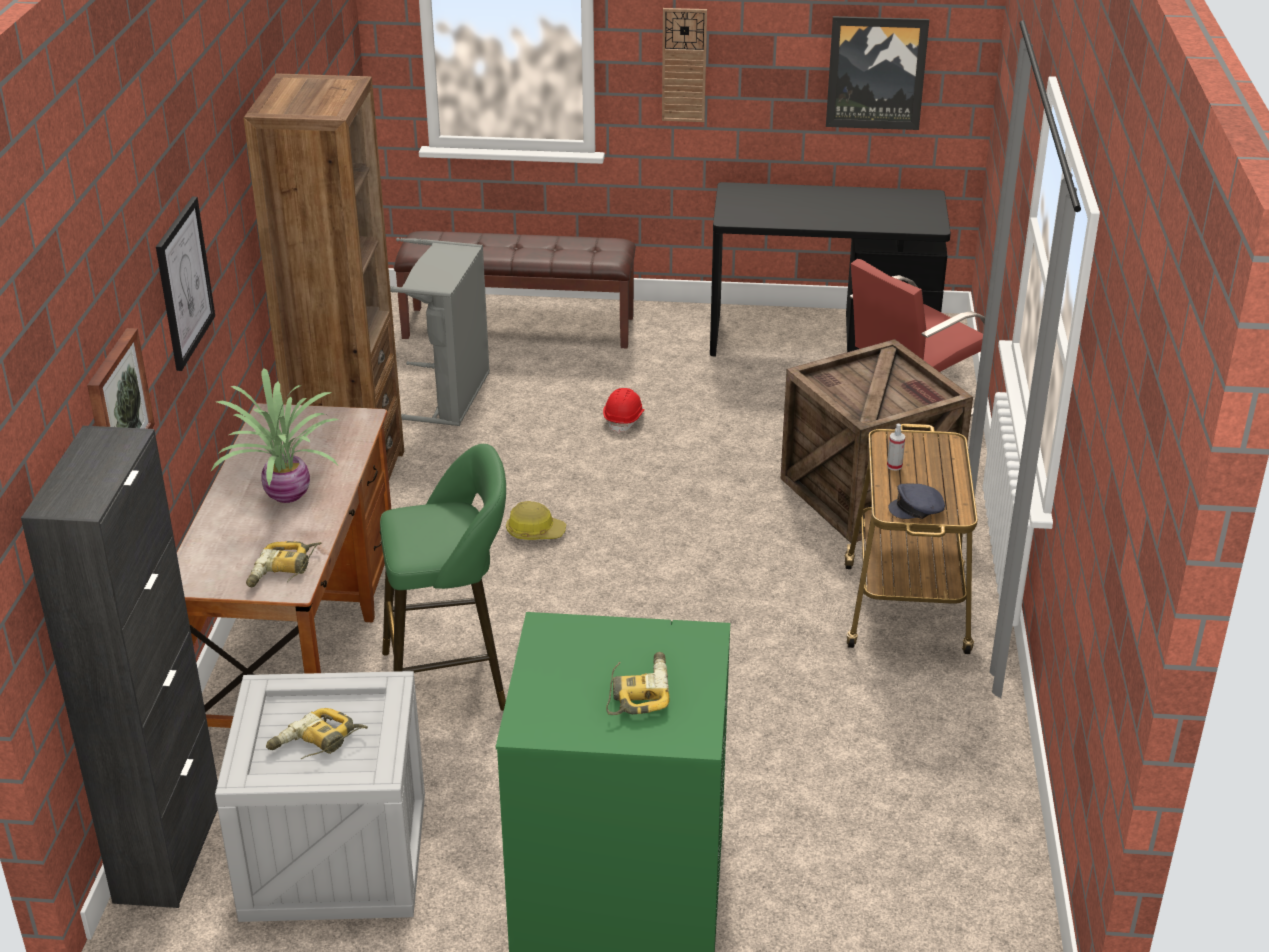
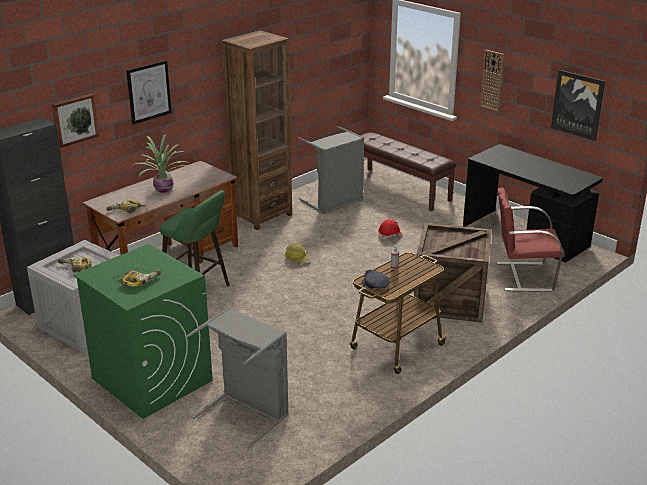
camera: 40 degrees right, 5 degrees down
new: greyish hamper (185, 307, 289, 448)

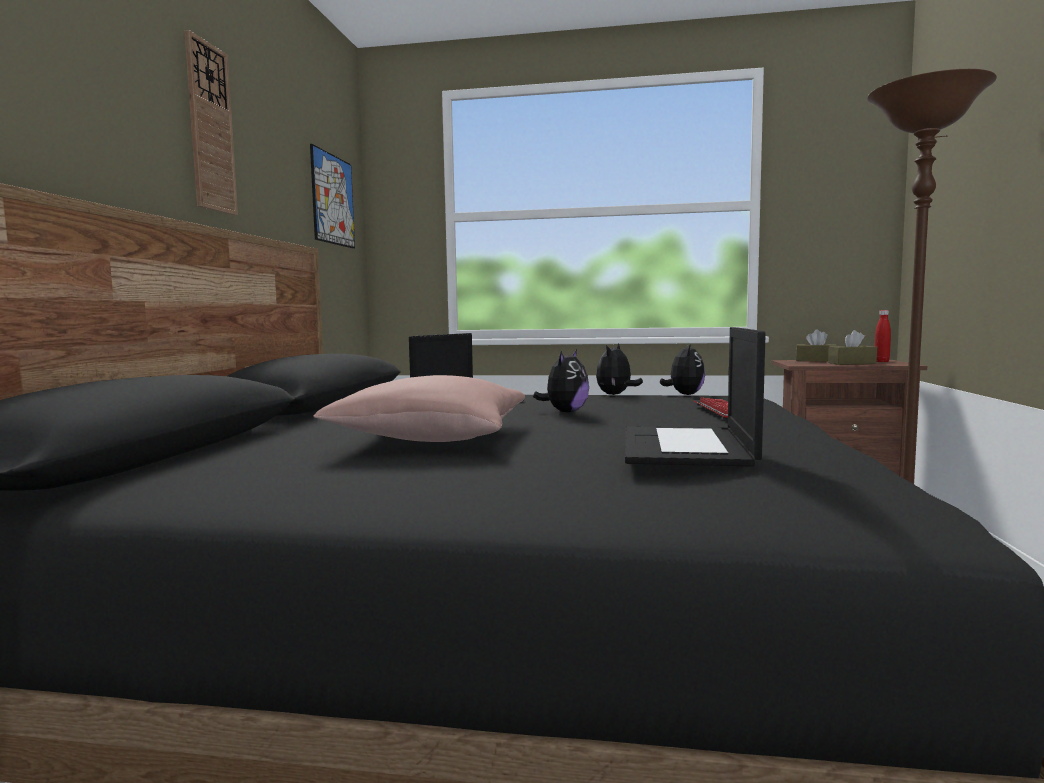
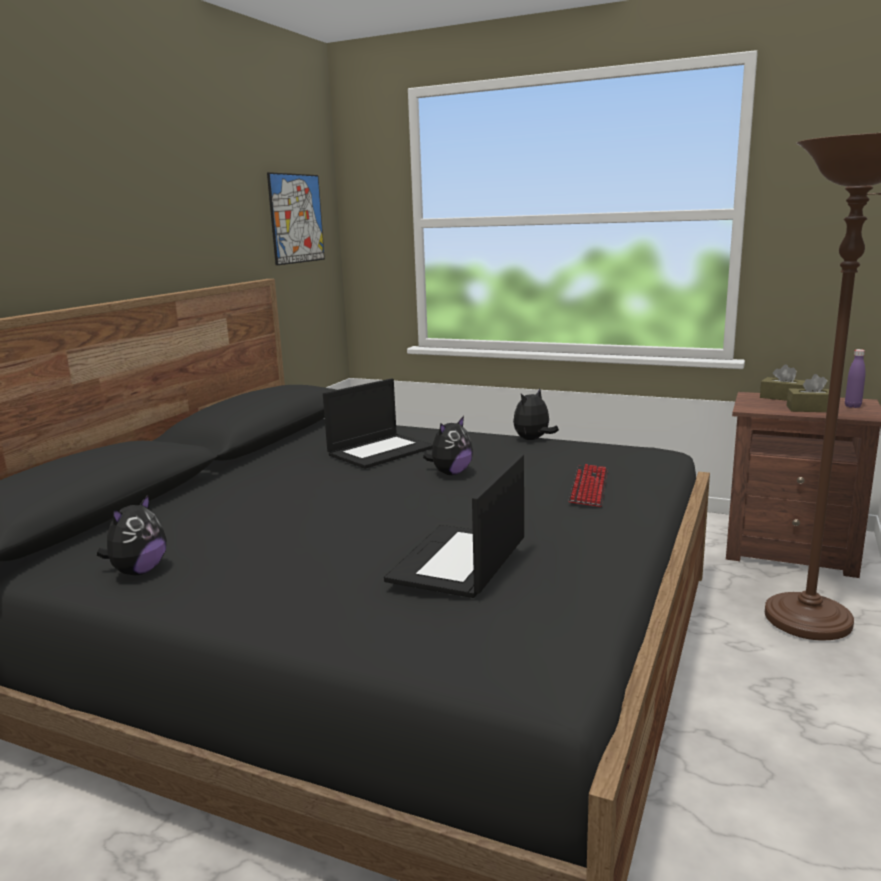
camera: 15 degrees right, 10 degrees up
gone: hanging clock (184, 30, 238, 215); pink-coloured pillow (313, 375, 525, 442)
shifted: cuddly toy (660, 344, 705, 395) to (97, 494, 166, 575)
repainted: reddish drink bottle (875, 310, 891, 362) to purple-coloured drink bottle (845, 349, 865, 408)

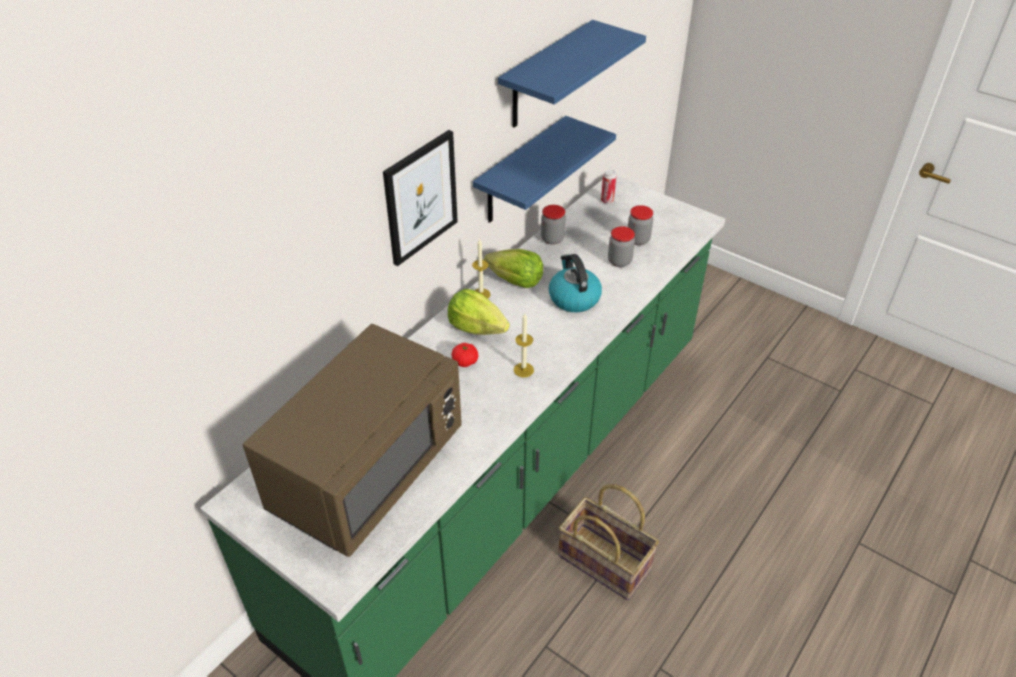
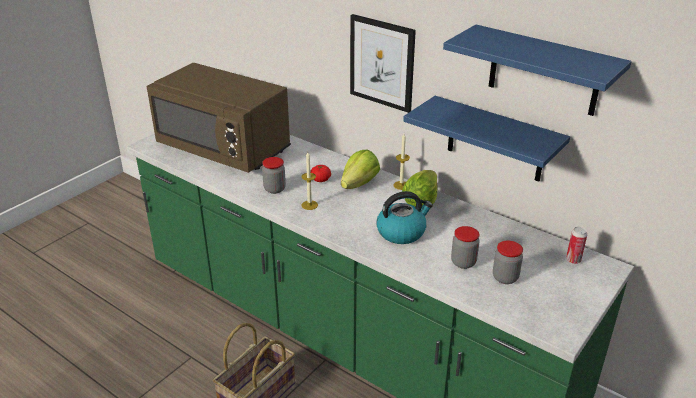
camera: 90 degrees right, 10 degrees down
shifted: preserve jar (541, 205, 566, 244) to (262, 157, 286, 194)

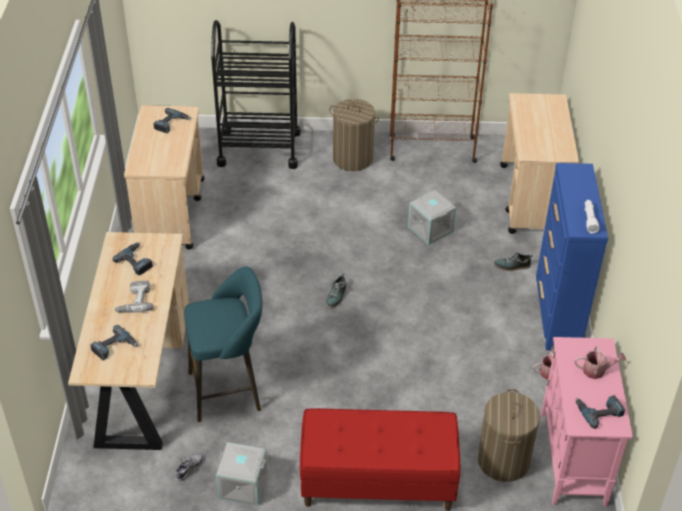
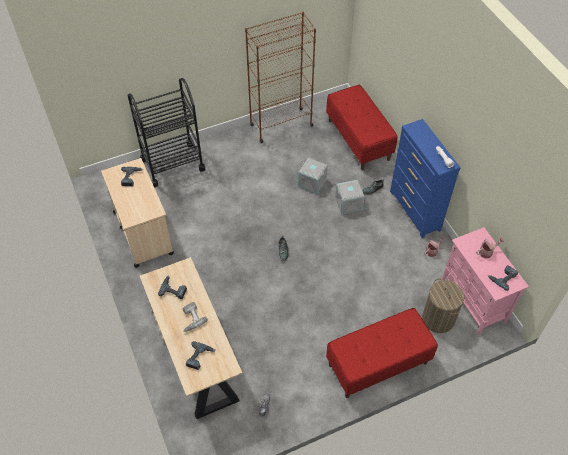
camera: 25 degrees left, 10 degrees up
gone: hamper (330, 99, 379, 171); turquoise-coloured stool seat (184, 267, 262, 422)
shifted: greyish storage box (216, 442, 268, 506) to (335, 180, 365, 215)
swapped: beige-coloured cart (500, 93, 579, 234) to reddish bench (326, 85, 397, 170)

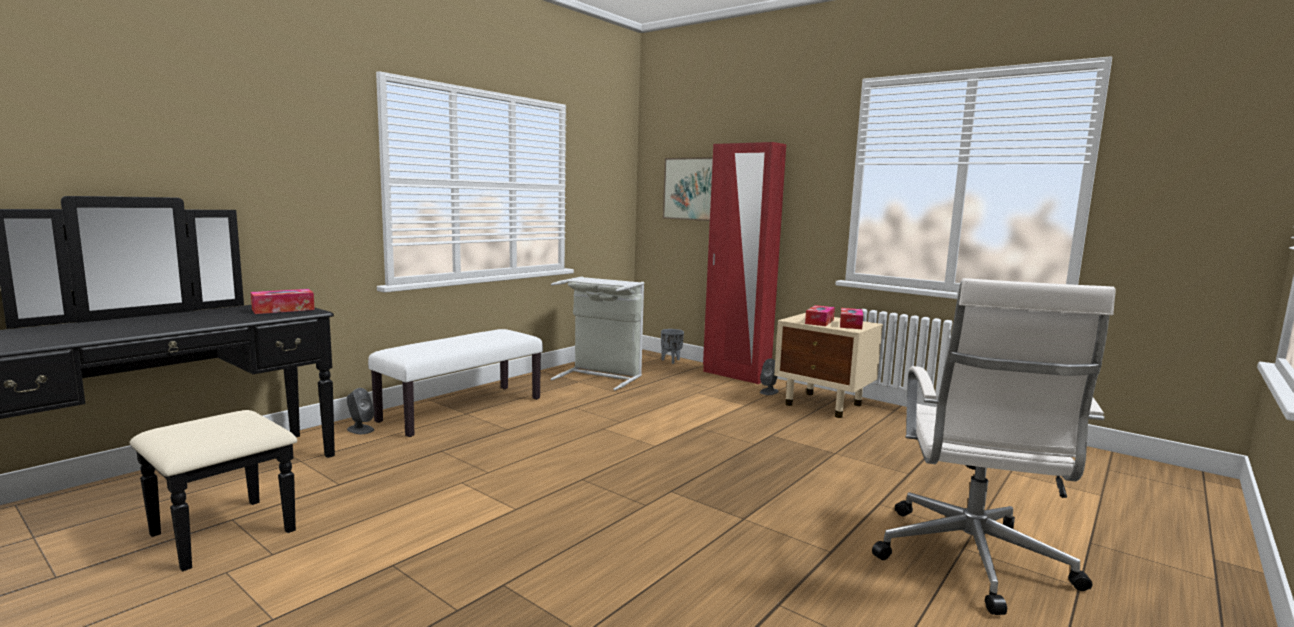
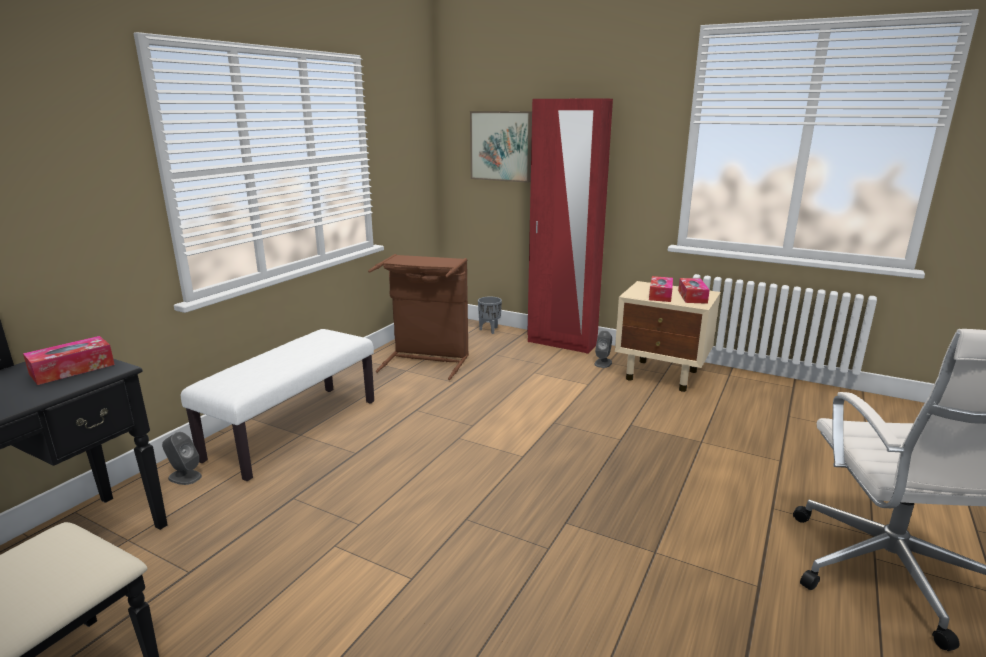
camera: 10 degrees left, 10 degrees up
repainted: greyish hamper (551, 276, 644, 391) to brown-coloured hamper (368, 254, 469, 380)

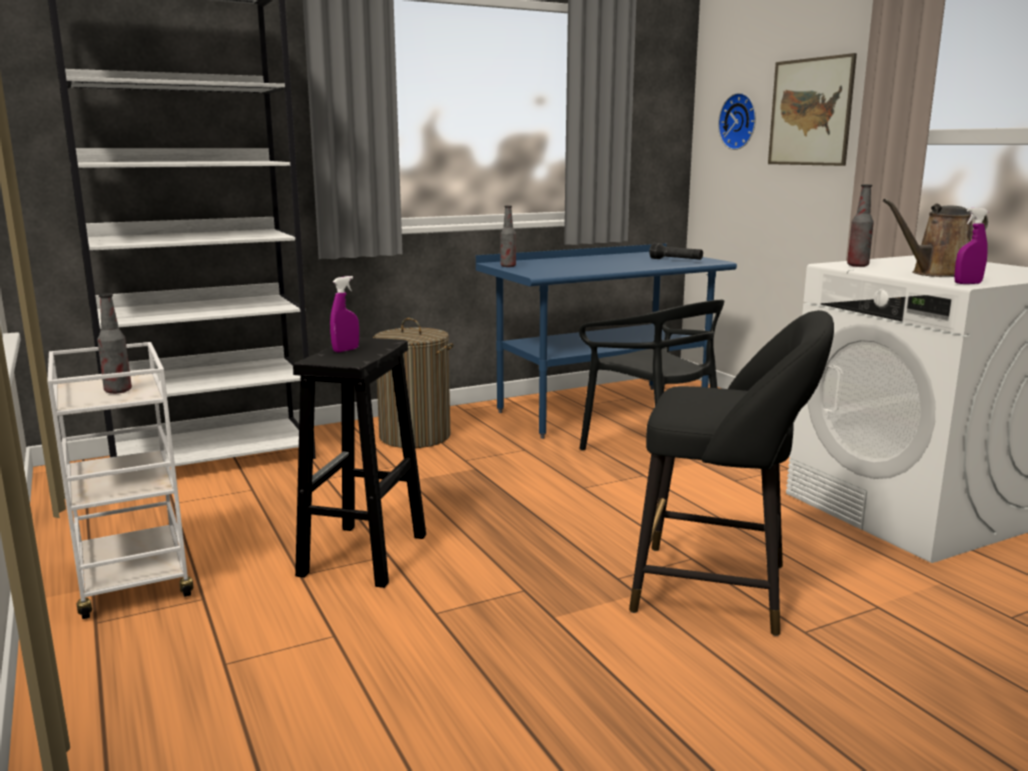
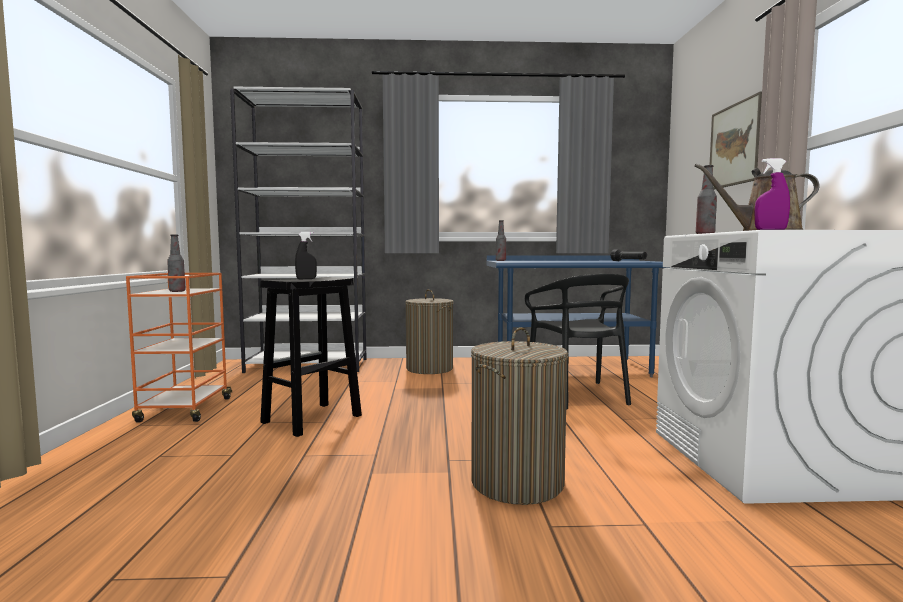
camera: 25 degrees right, 10 degrees down
gone: hanging clock (718, 93, 756, 150)
swapped: blackish stool seat (629, 310, 834, 636) to hamper (471, 327, 568, 505)
repainted: purple-coloured sprayer (330, 276, 359, 353) to blackish sprayer (295, 232, 317, 279); white cart (47, 342, 193, 619) to orange cart (126, 273, 232, 422)

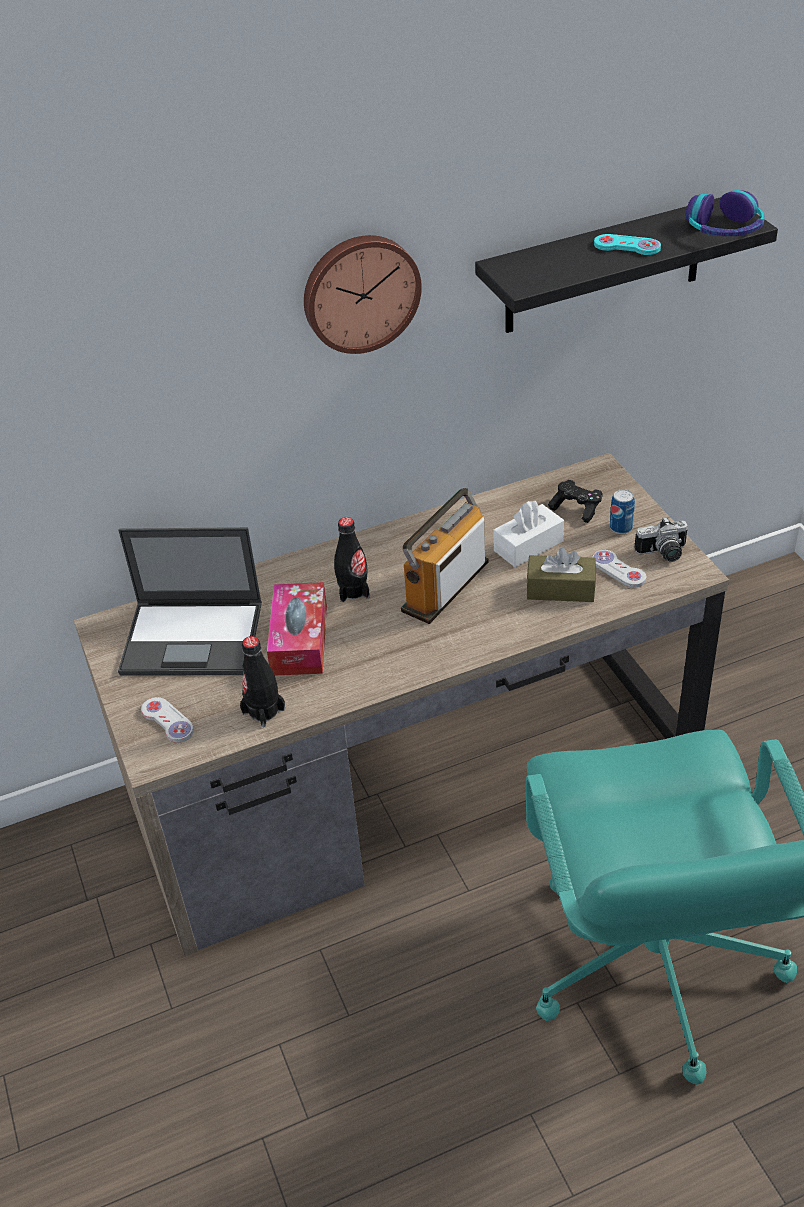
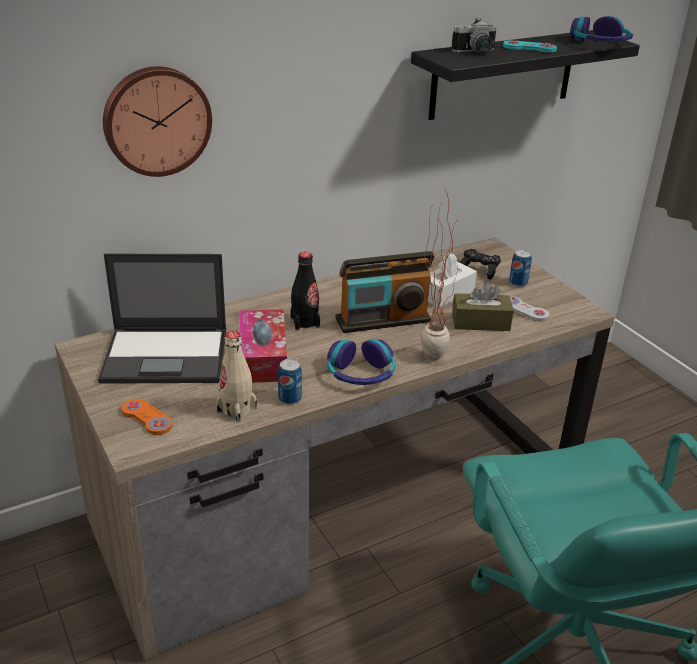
camera: 10 degrees left, 10 degrees down
new: houseplant (421, 190, 460, 361); headset (327, 339, 395, 385); can (278, 359, 302, 405)
shifted: hanging clock (304, 235, 422, 354) to (103, 66, 212, 177); photo camera (635, 517, 688, 562) to (451, 18, 497, 54)
repainted: blackish drink bottle (240, 636, 285, 727) to beige-coloured drink bottle (216, 331, 257, 422); white gamepad (141, 697, 194, 743) to orange gamepad (121, 399, 172, 435)
rotated: radio set (401, 488, 489, 624) = (335, 251, 434, 333) 135 degrees counterclockwise

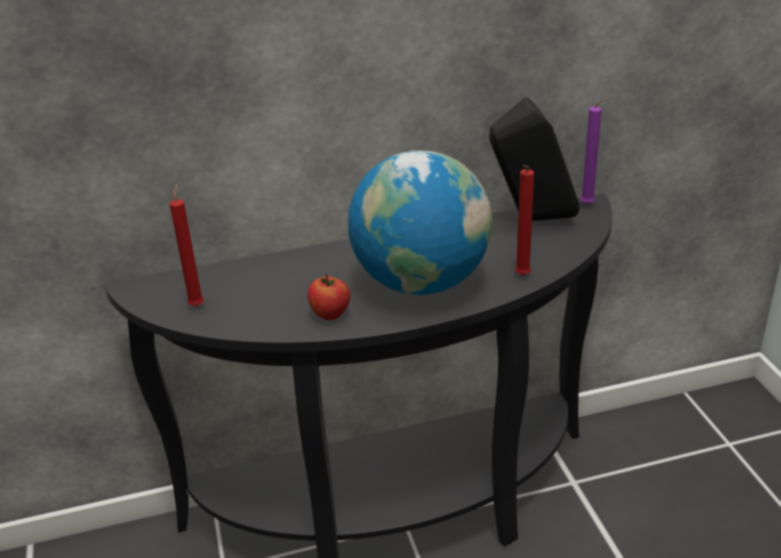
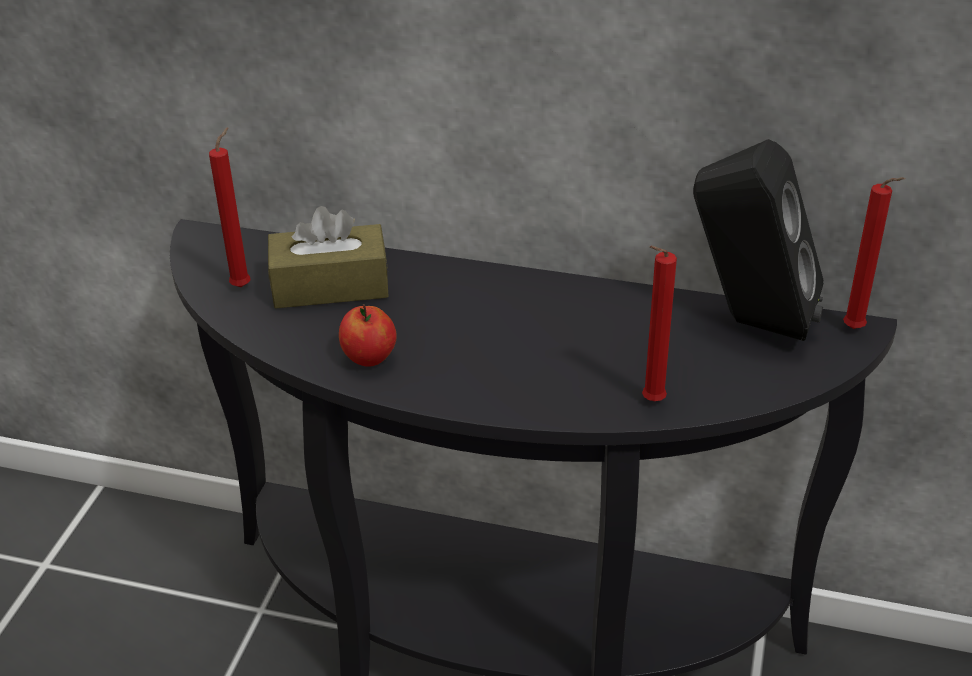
camera: 30 degrees right, 5 degrees up
gone: globe (348, 150, 492, 295)
new: brown-coloured tissue holder (268, 206, 389, 308)
repainted: purple-coloured wax candle (580, 97, 609, 205) to reddish wax candle (843, 177, 905, 329)

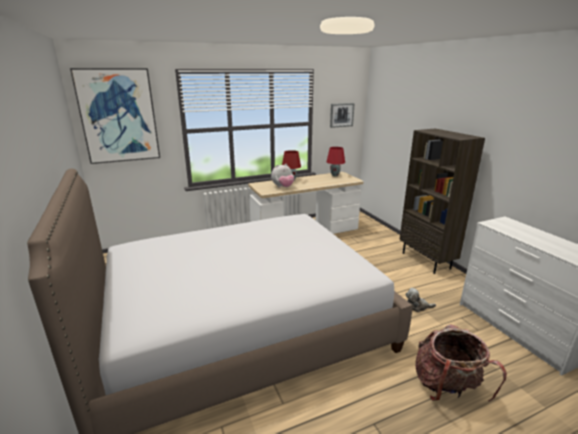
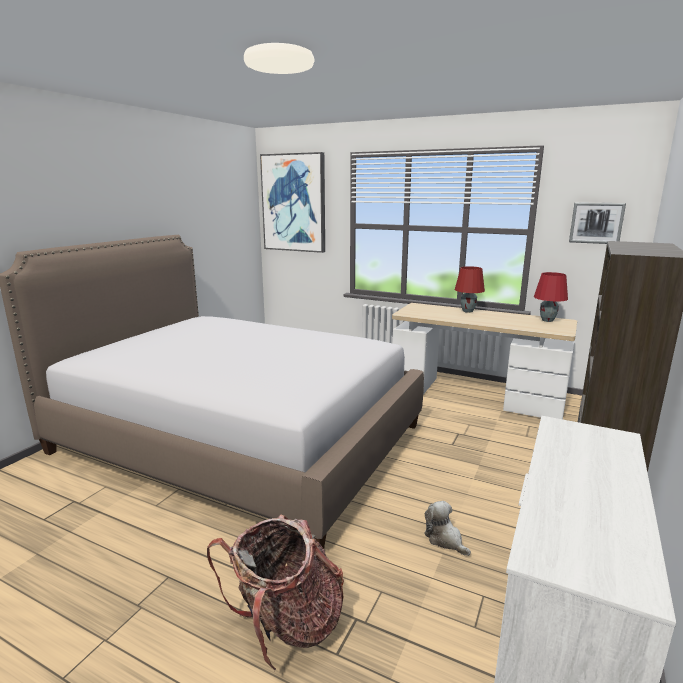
camera: 50 degrees right, 5 degrees down
gone: cuddly toy (271, 164, 294, 187)

